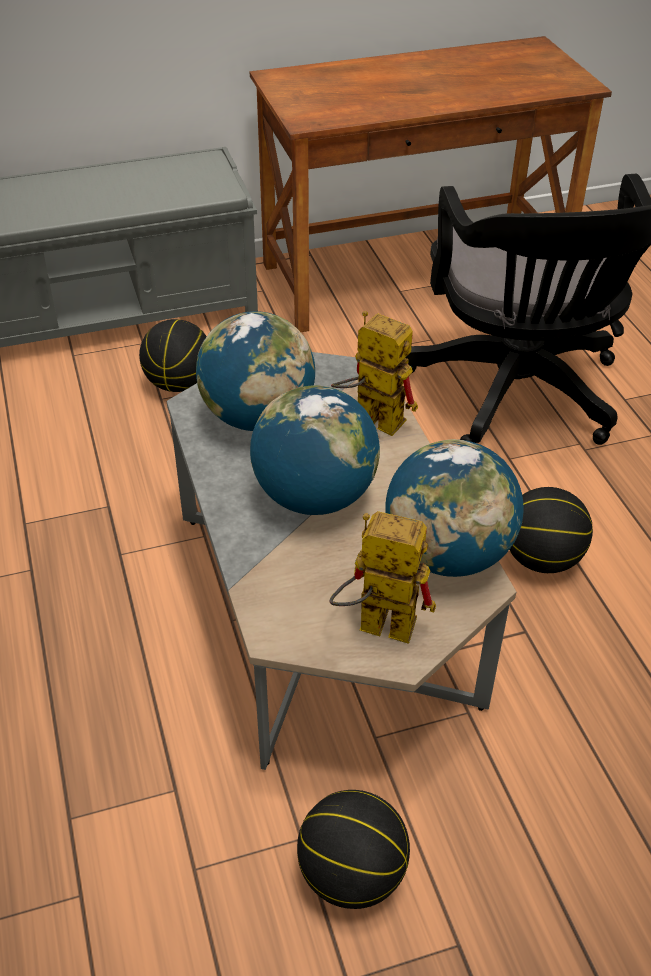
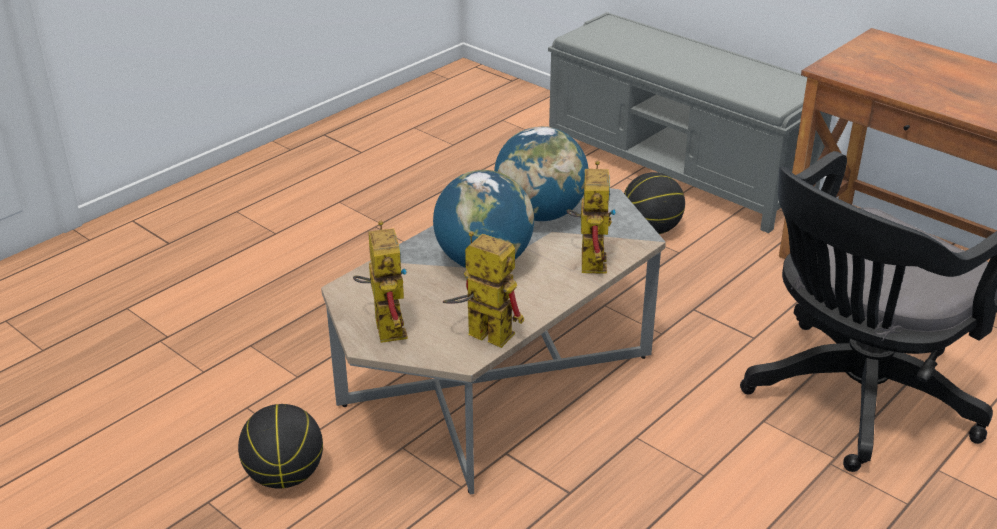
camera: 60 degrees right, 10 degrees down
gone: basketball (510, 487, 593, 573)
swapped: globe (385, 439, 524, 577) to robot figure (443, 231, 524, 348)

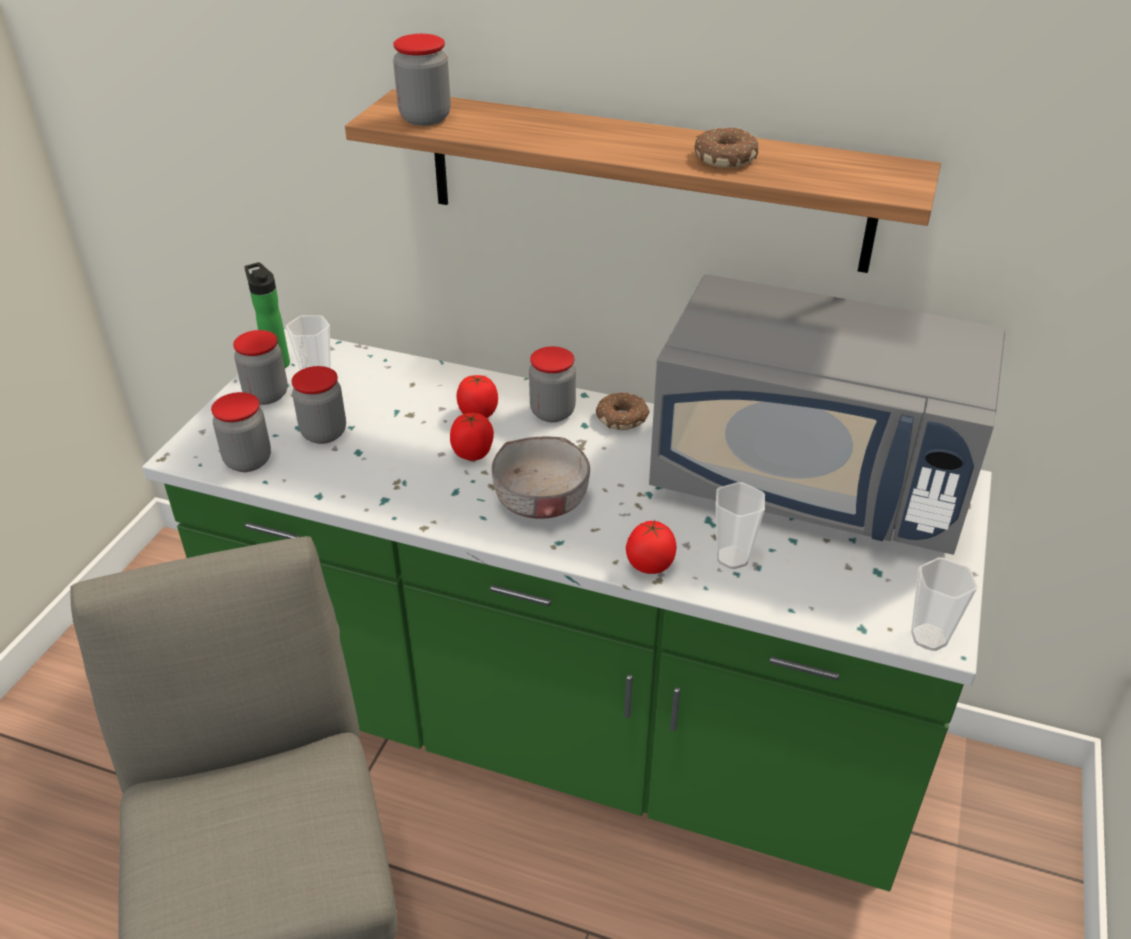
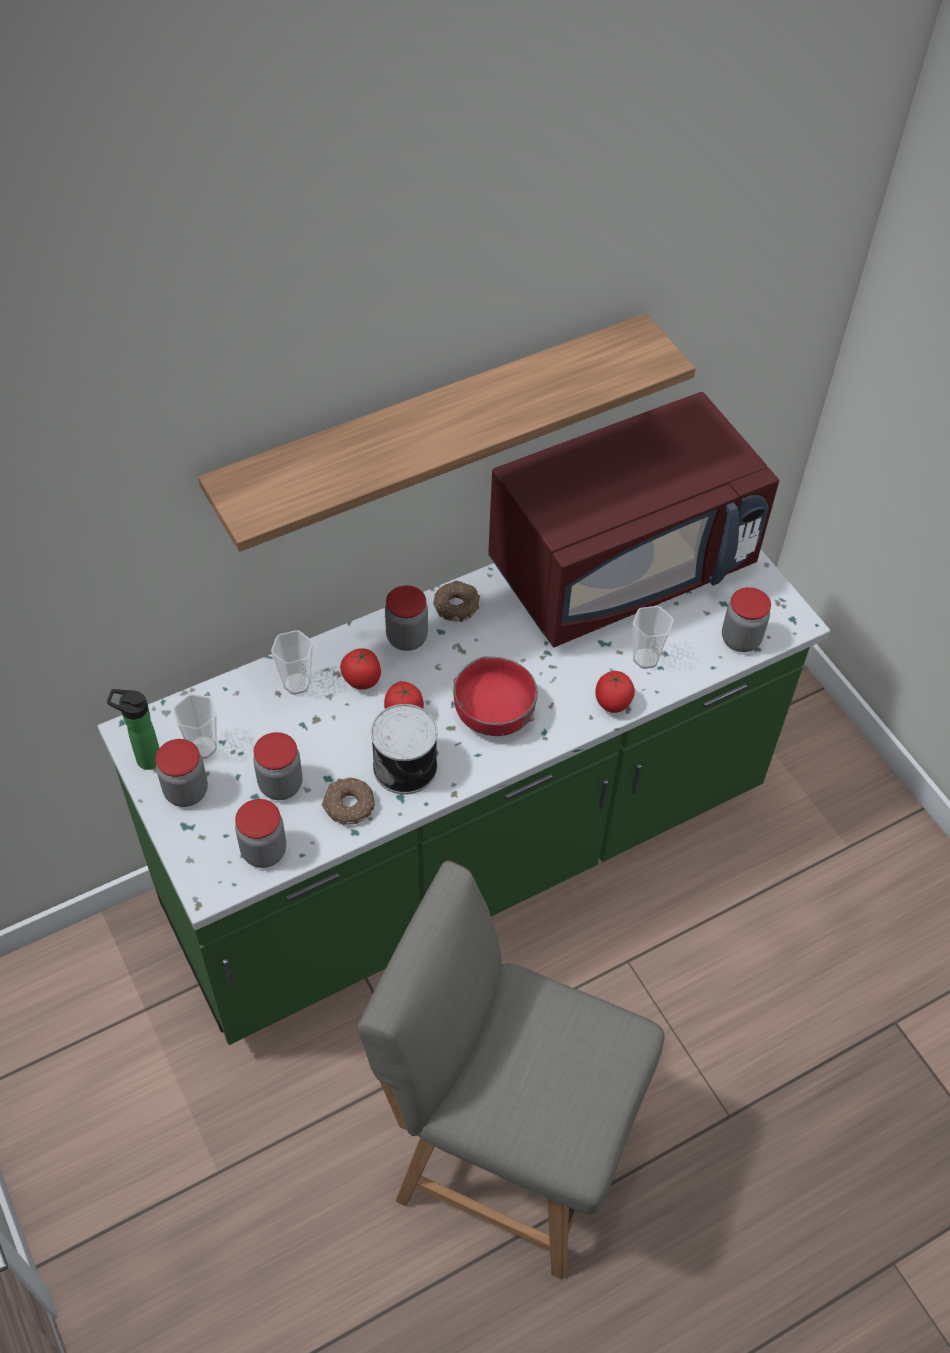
camera: 50 degrees left, 15 degrees up
new: can (371, 704, 438, 795)
shifted: preserve jar (393, 34, 451, 126) to (722, 587, 771, 652); ring doughnut (694, 128, 758, 168) to (322, 778, 375, 825); small cup (911, 558, 978, 651) to (271, 630, 313, 695)
repainted: greyish kitchen microwave (649, 274, 1005, 555) to reddish kitchen microwave (488, 392, 779, 648); greyish serving bowl (491, 437, 590, 519) to reddish serving bowl (453, 657, 538, 736)

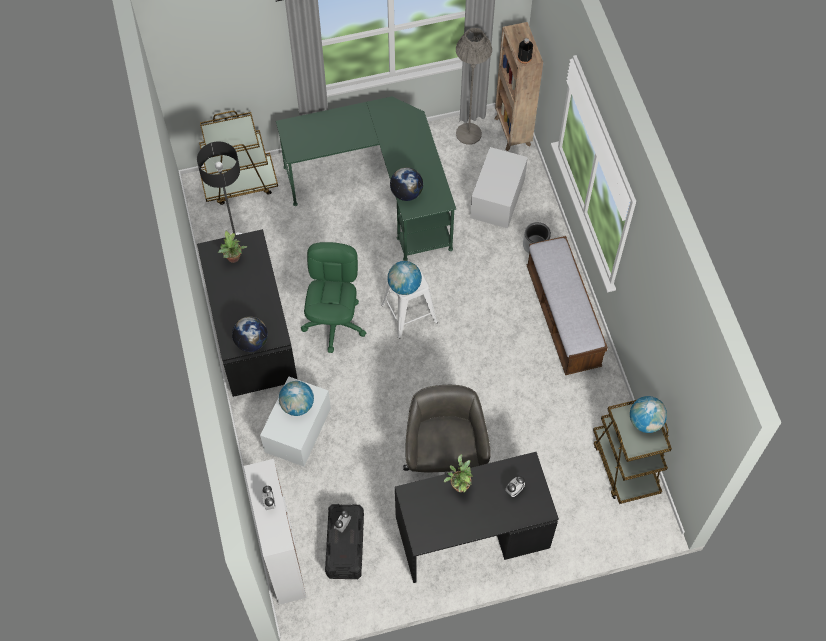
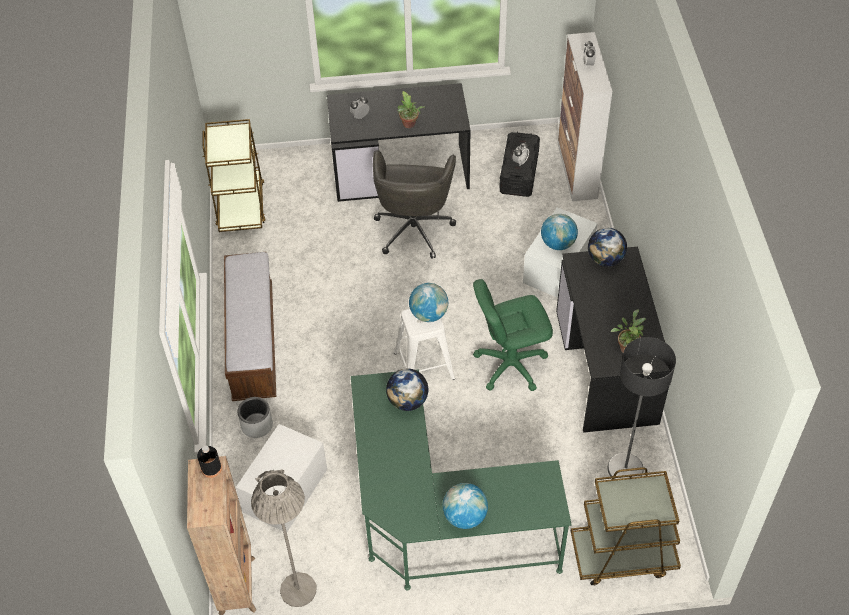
camera: 170 degrees left, 10 degrees down
shifted: globe (630, 396, 667, 433) to (443, 483, 488, 529)
rotated: greenish computer chair (301, 242, 366, 353) = (473, 279, 553, 391) 60 degrees clockwise

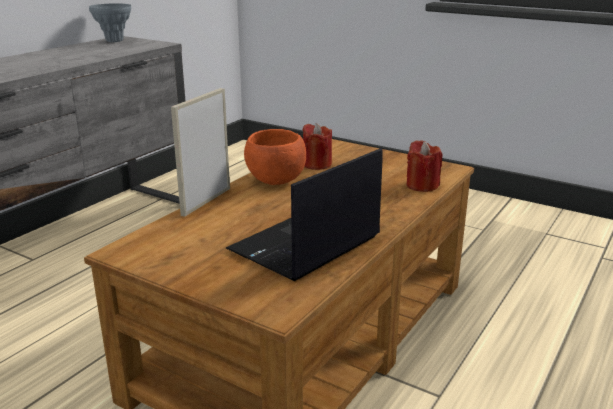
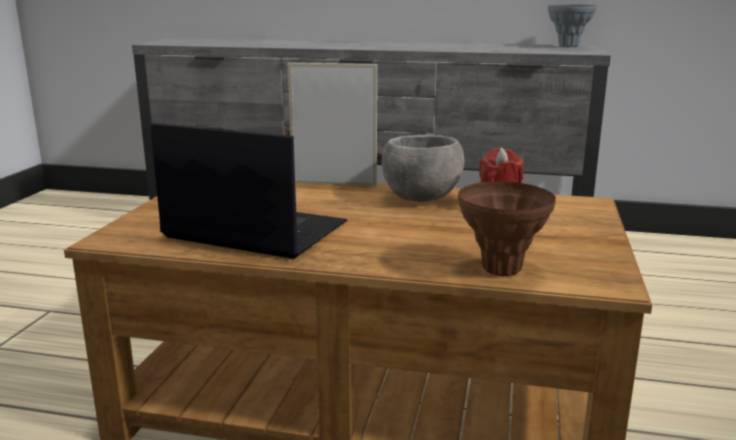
camera: 70 degrees right, 5 degrees down
swapped: reddish wax candle (407, 140, 442, 192) to brown-coloured vase (458, 181, 556, 276)
repainted: orange serving bowl (244, 129, 306, 185) to greyish serving bowl (382, 135, 465, 202)

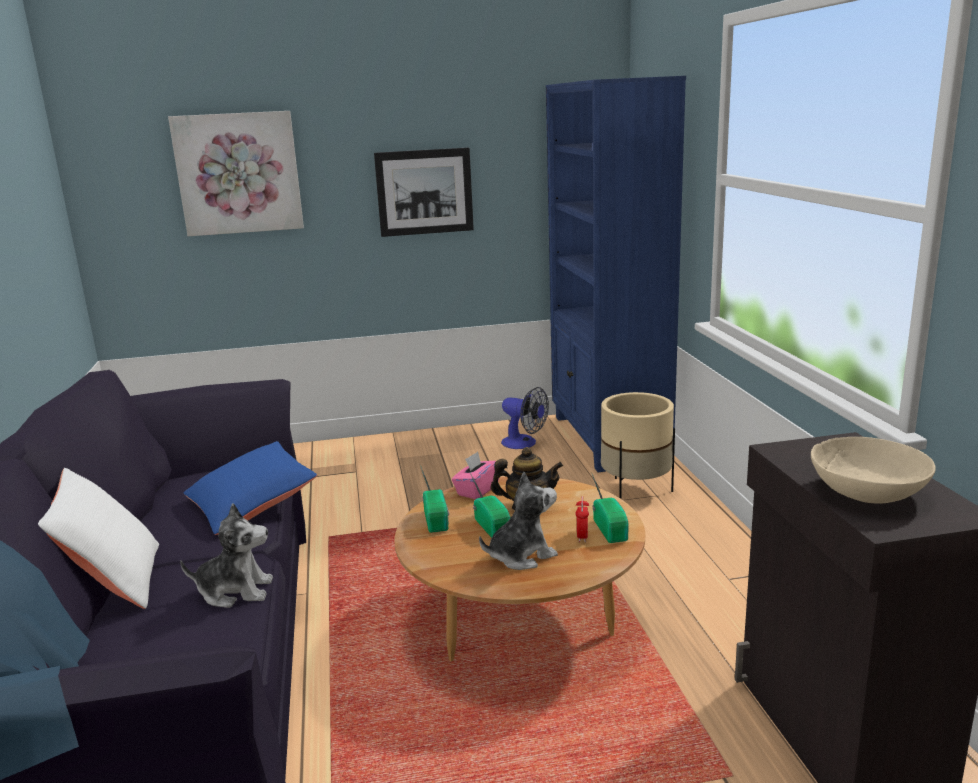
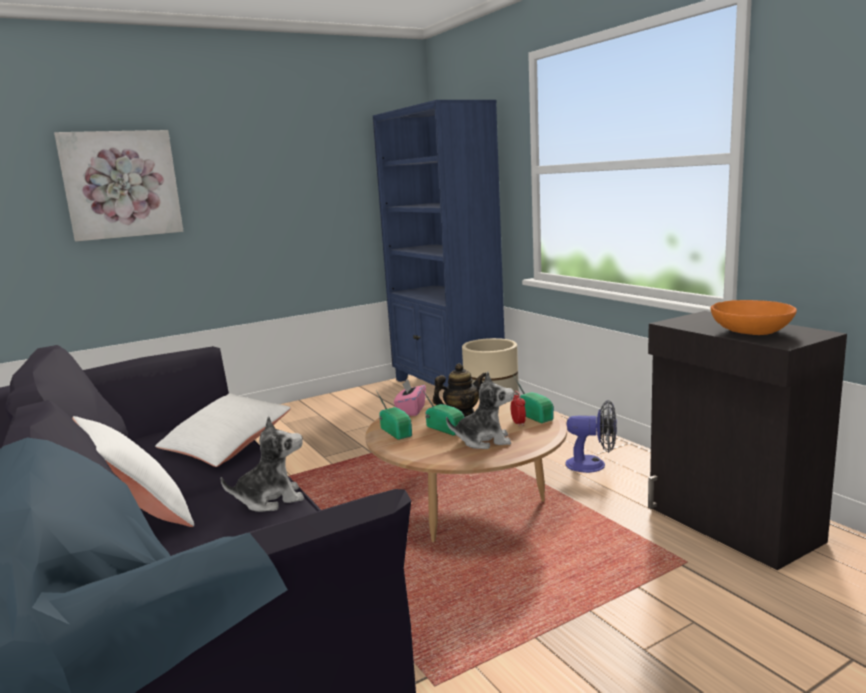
camera: 20 degrees left, 5 degrees down
gone: wall art (374, 147, 474, 237)
shifted: cooling fan (501, 387, 549, 449) to (565, 400, 617, 473)
repainted: beige-coloured serving bowl (811, 437, 936, 503) to orange serving bowl (710, 300, 797, 335); blue pillow (184, 441, 317, 535) to white pillow (155, 393, 291, 467)
rotated: cuddly toy (479, 472, 558, 570) = (446, 372, 514, 449) 45 degrees clockwise

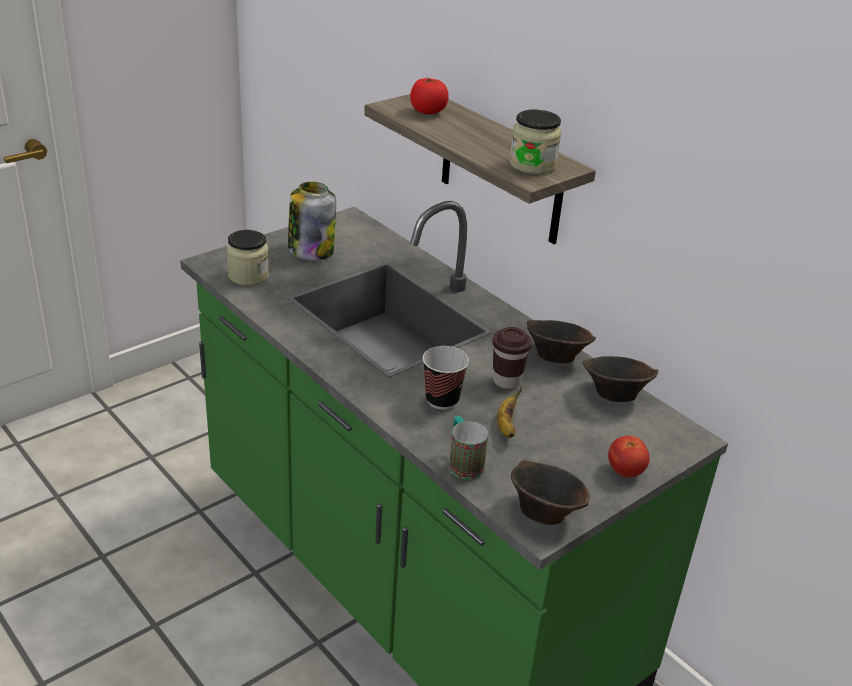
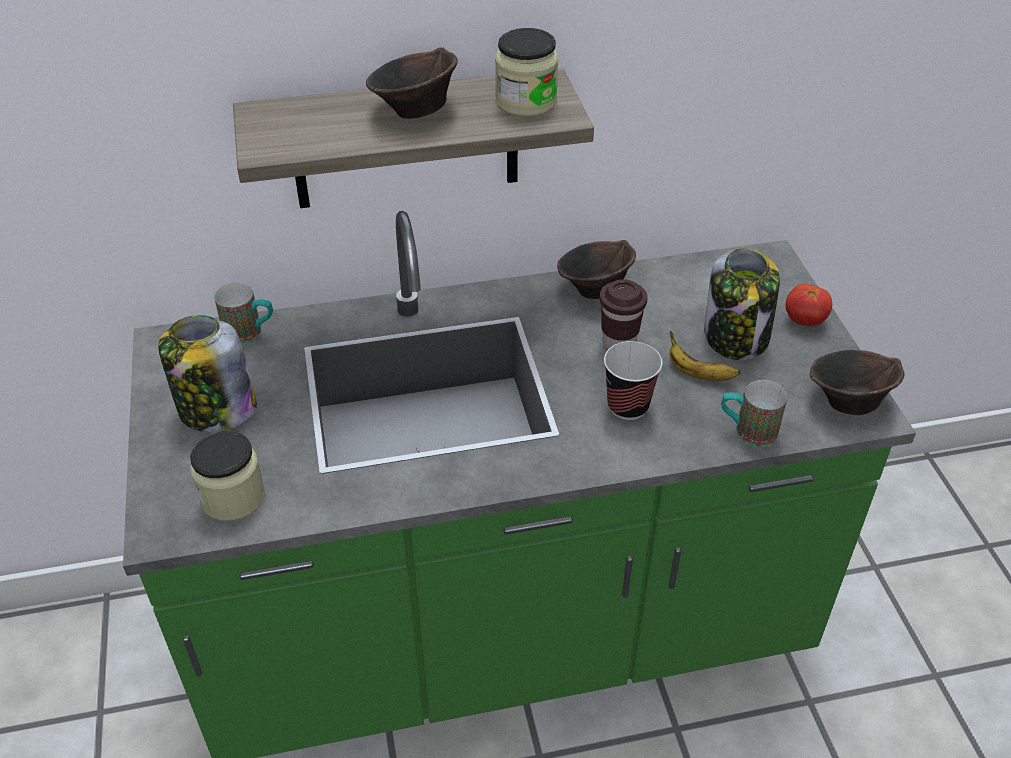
camera: 60 degrees left, 10 degrees up
gone: fresh tomato (410, 77, 449, 114)
new: preserve jar (704, 248, 780, 360); tea mug (214, 283, 273, 344)
shifted: brown-coloured serving bowl (583, 356, 658, 402) to (366, 47, 458, 119)

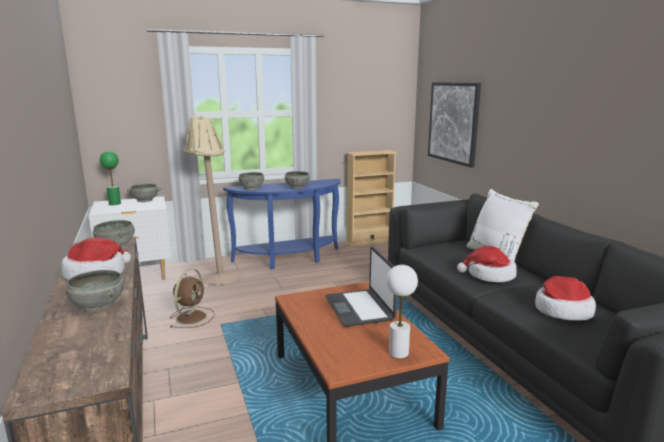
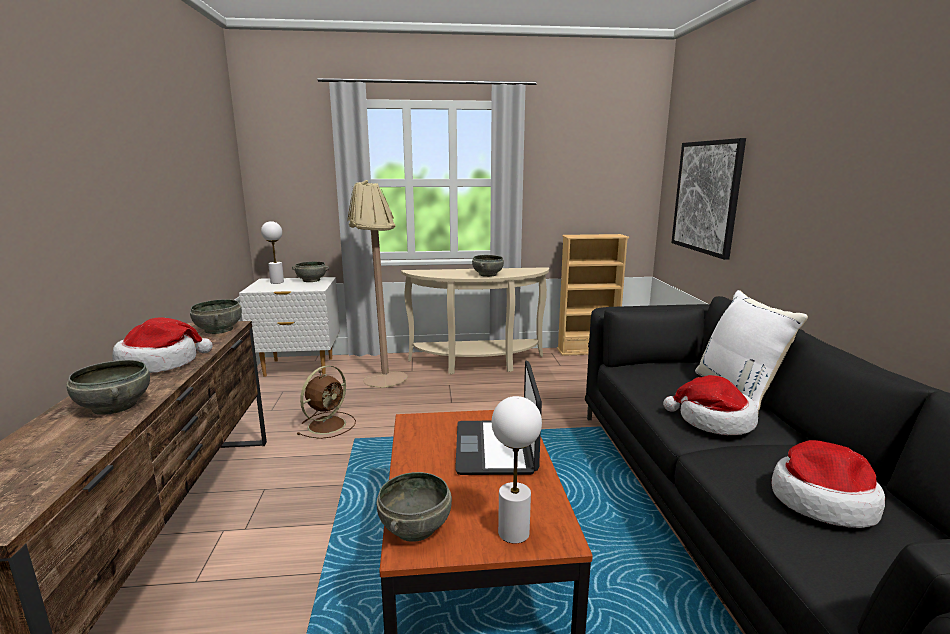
camera: 15 degrees right, 0 degrees up
shifted: greyish serving bowl (238, 172, 264, 190) to (377, 472, 452, 542)
repainted: greenish table lamp (100, 151, 121, 205) to white table lamp (261, 221, 284, 284); blue hall table (223, 179, 341, 269) to beige-coloured hall table (401, 267, 549, 374)

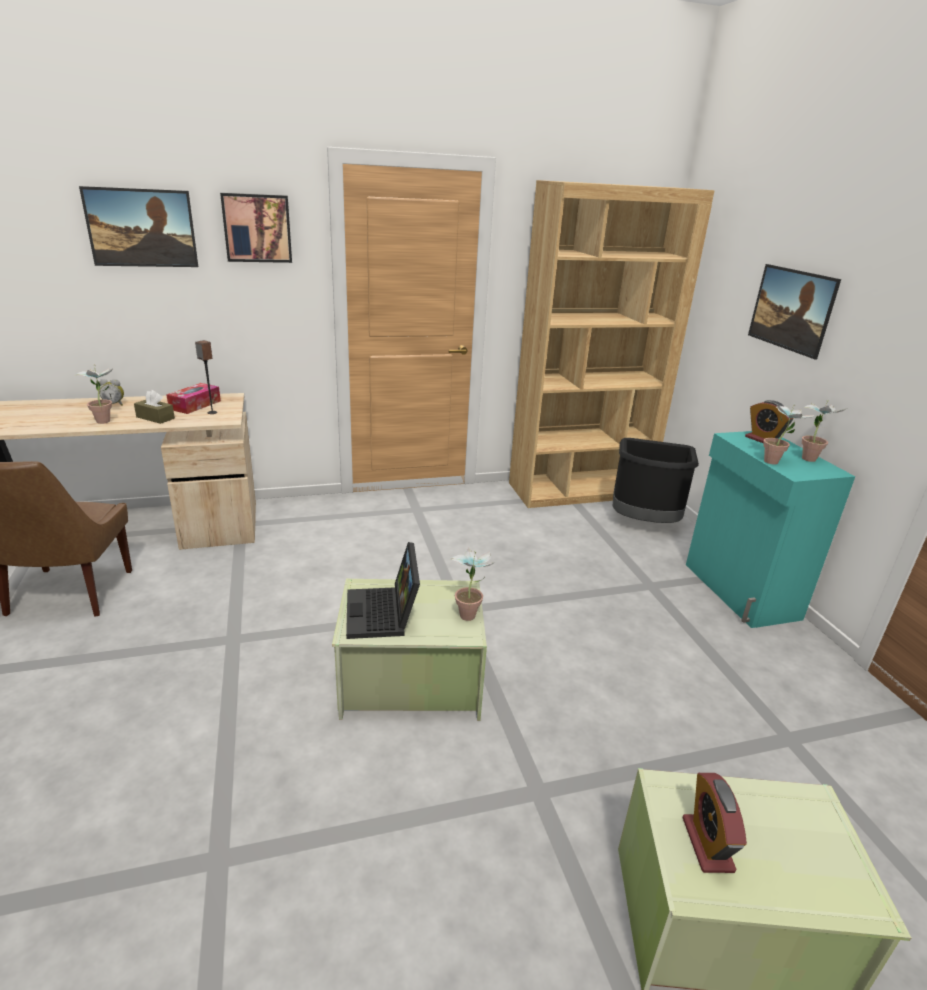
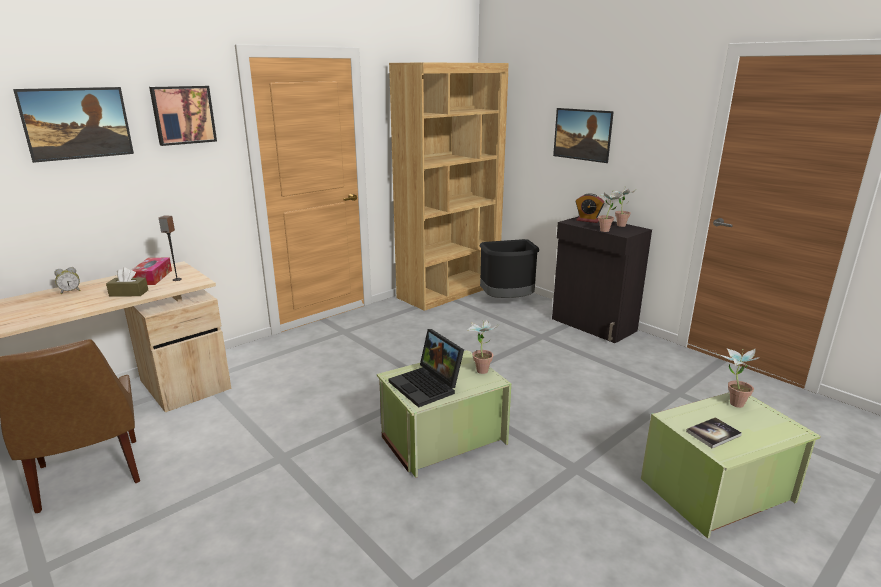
camera: 25 degrees left, 5 degrees down
shifted: houseplant (75, 366, 112, 424) to (720, 348, 761, 408)
swapped: alarm clock (682, 773, 747, 873) to book (686, 417, 742, 448)
repainted: turquoise-coloured cabinet (686, 431, 855, 628) to blackish cabinet (552, 216, 652, 343)

